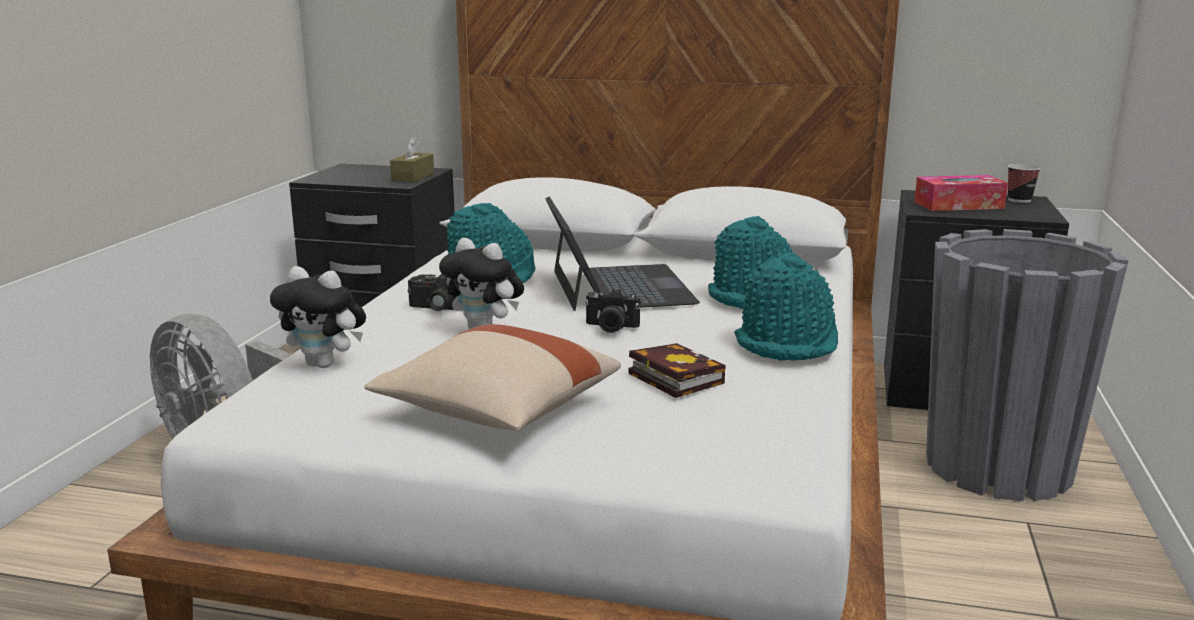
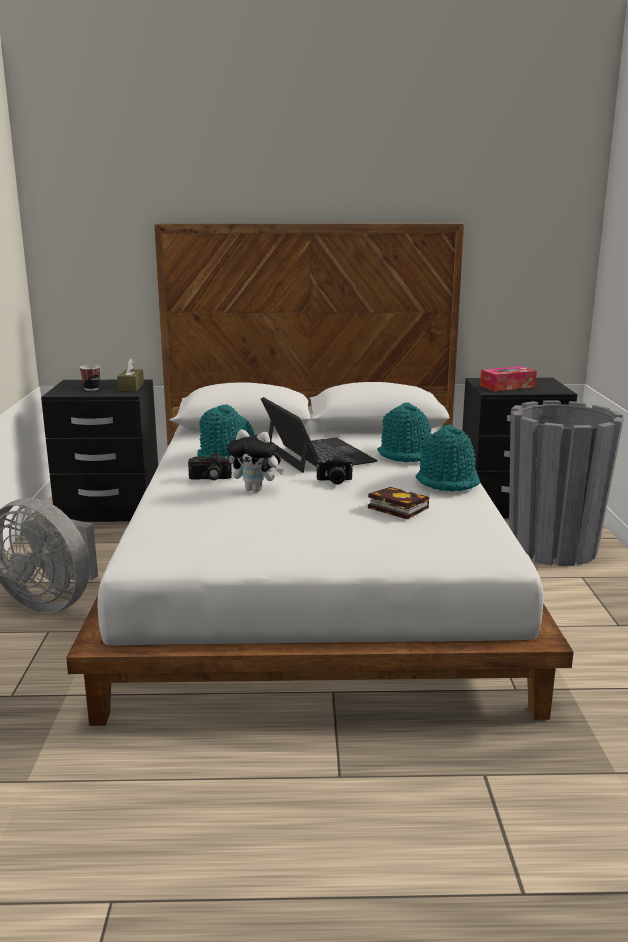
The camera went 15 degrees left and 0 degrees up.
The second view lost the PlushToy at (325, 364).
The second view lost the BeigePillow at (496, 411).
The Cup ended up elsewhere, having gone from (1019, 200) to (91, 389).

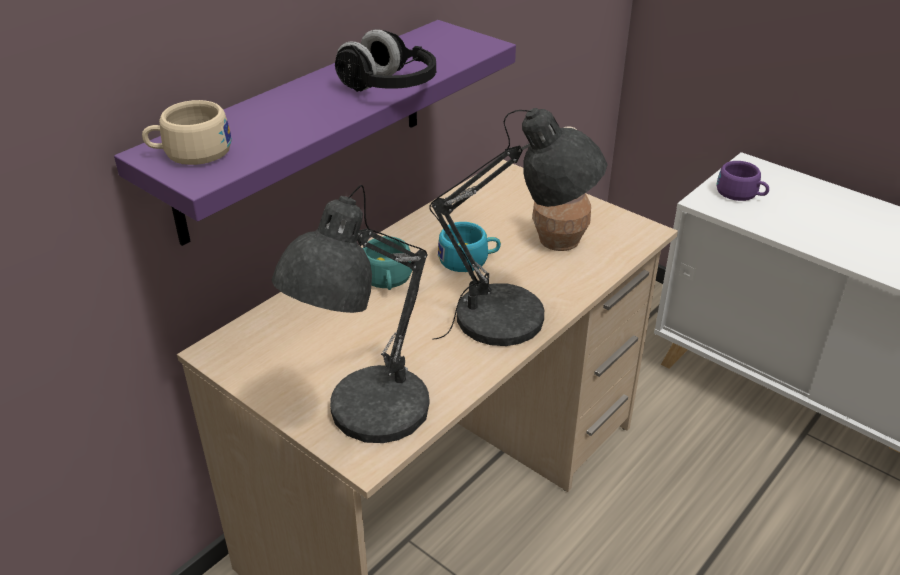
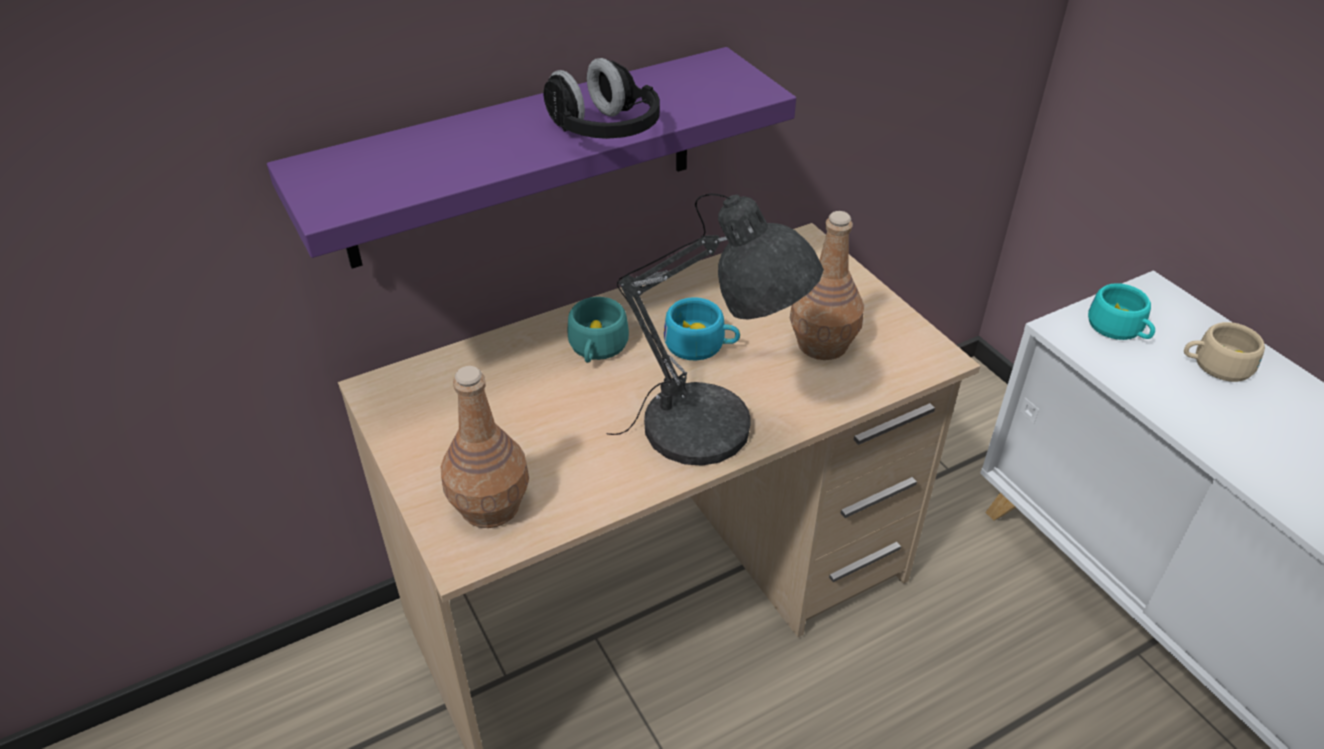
The camera went 20 degrees right and 5 degrees up.
The BeigeCup ended up elsewhere, having gone from (190, 153) to (1215, 365).
Where the GreyTableLamp stood at (369, 414), the BrownBottle came to stand at (491, 506).
What was the PurpleCup at (741, 194) turned into the TurquoiseCup at (1119, 329).

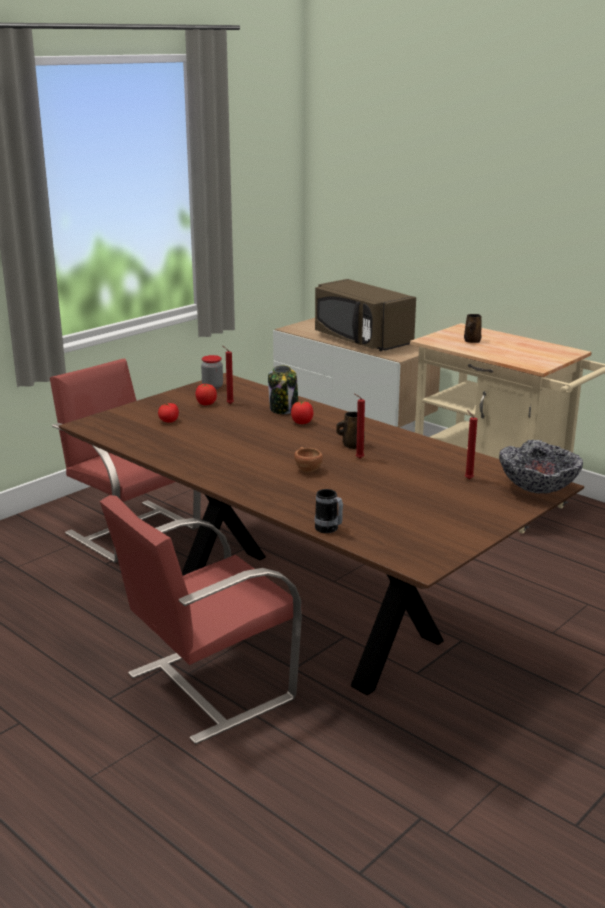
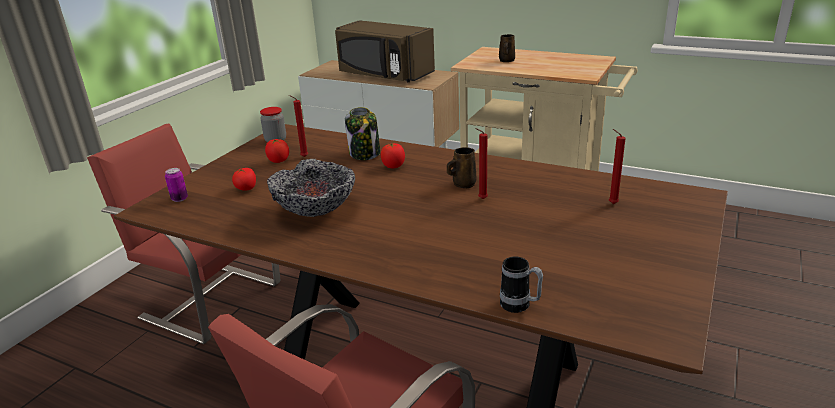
The camera went 15 degrees left and 5 degrees up.
The second view lost the BrownCup at (306, 469).
The second view gained the Can at (179, 199).
The Bowl ended up elsewhere, having gone from (537, 489) to (316, 210).

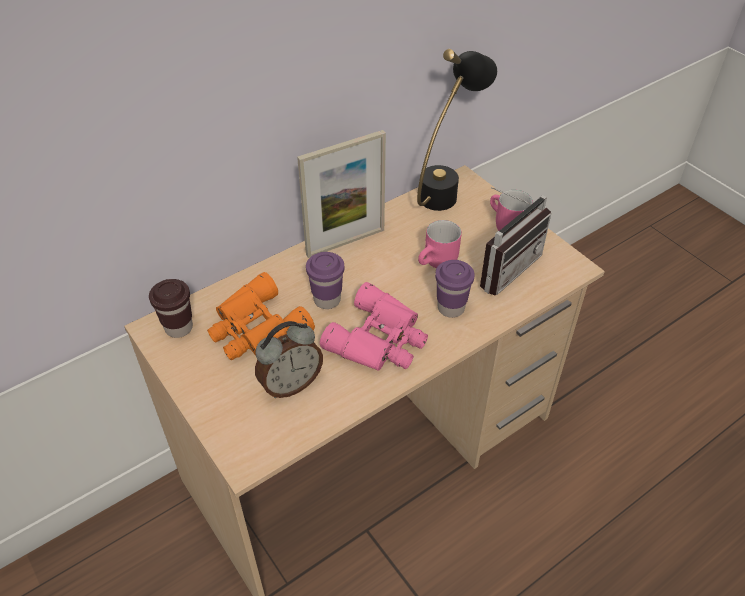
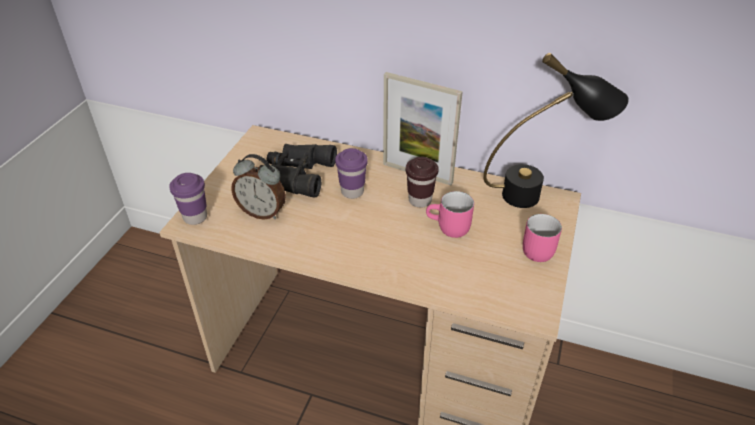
The camera went 55 degrees right and 5 degrees down.
The second view lost the PinkBinoculars at (380, 340).
The second view lost the Radio at (503, 266).
The BrownCup ended up elsewhere, having gone from (179, 328) to (420, 200).
The PurpleCup ended up elsewhere, having gone from (451, 308) to (195, 217).
What was the OrangeBinoculars at (256, 330) turned into the BlackBinoculars at (295, 175).

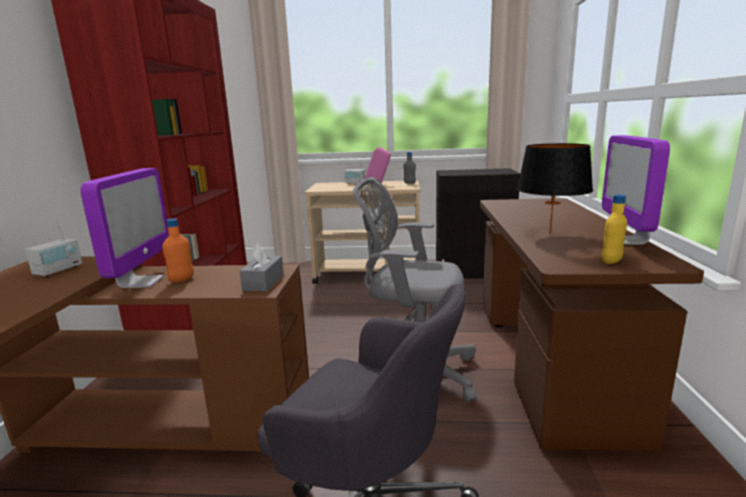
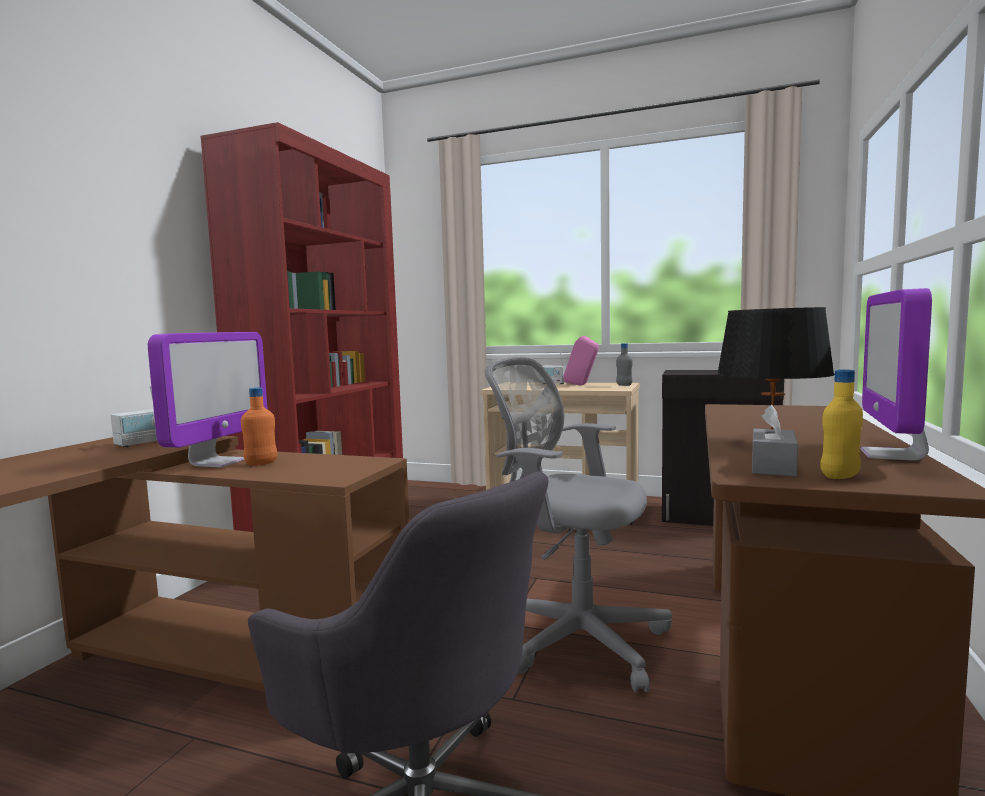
The camera went 15 degrees right and 10 degrees down.
The GreyTissueBox ended up elsewhere, having gone from (263, 282) to (773, 466).

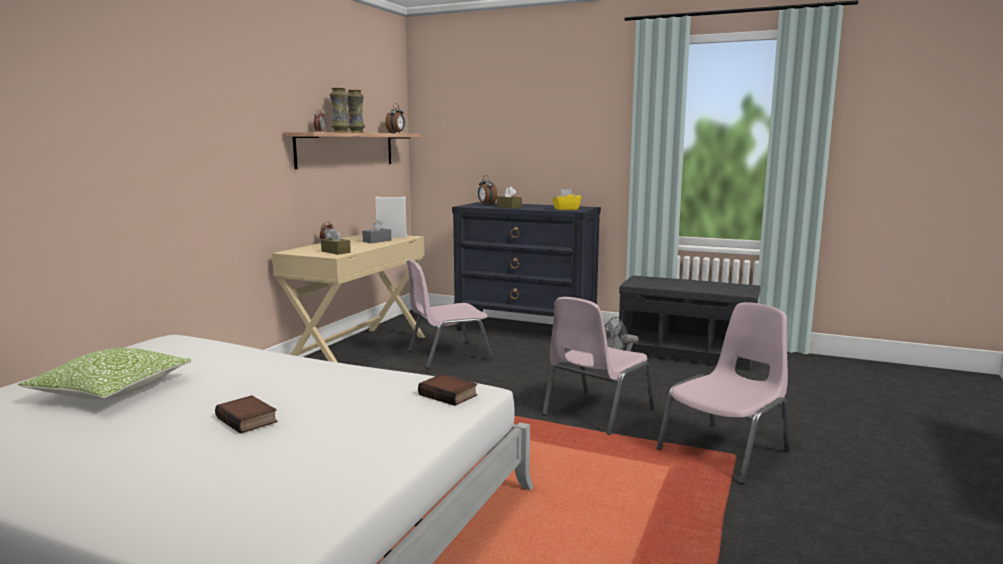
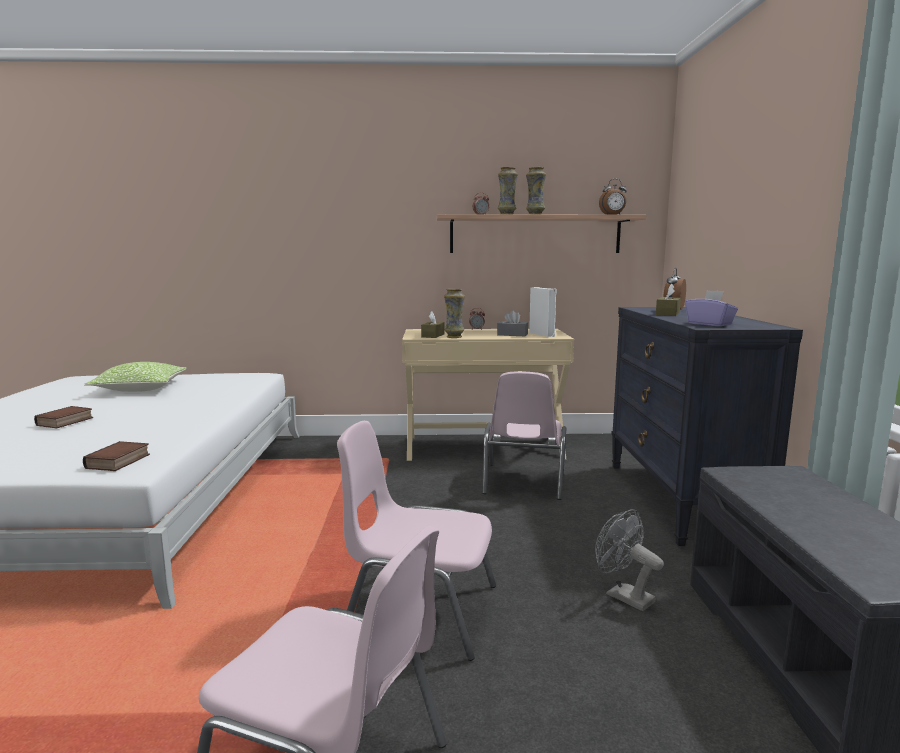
The camera went 65 degrees right and 0 degrees up.
The second view gained the Vase at (454, 337).
What was the YellowTissueBox at (566, 209) turned into the PurpleTissueBox at (709, 324).
The PinkChair at (447, 355) ended up facing another way, 120 degrees counterclockwise from before.

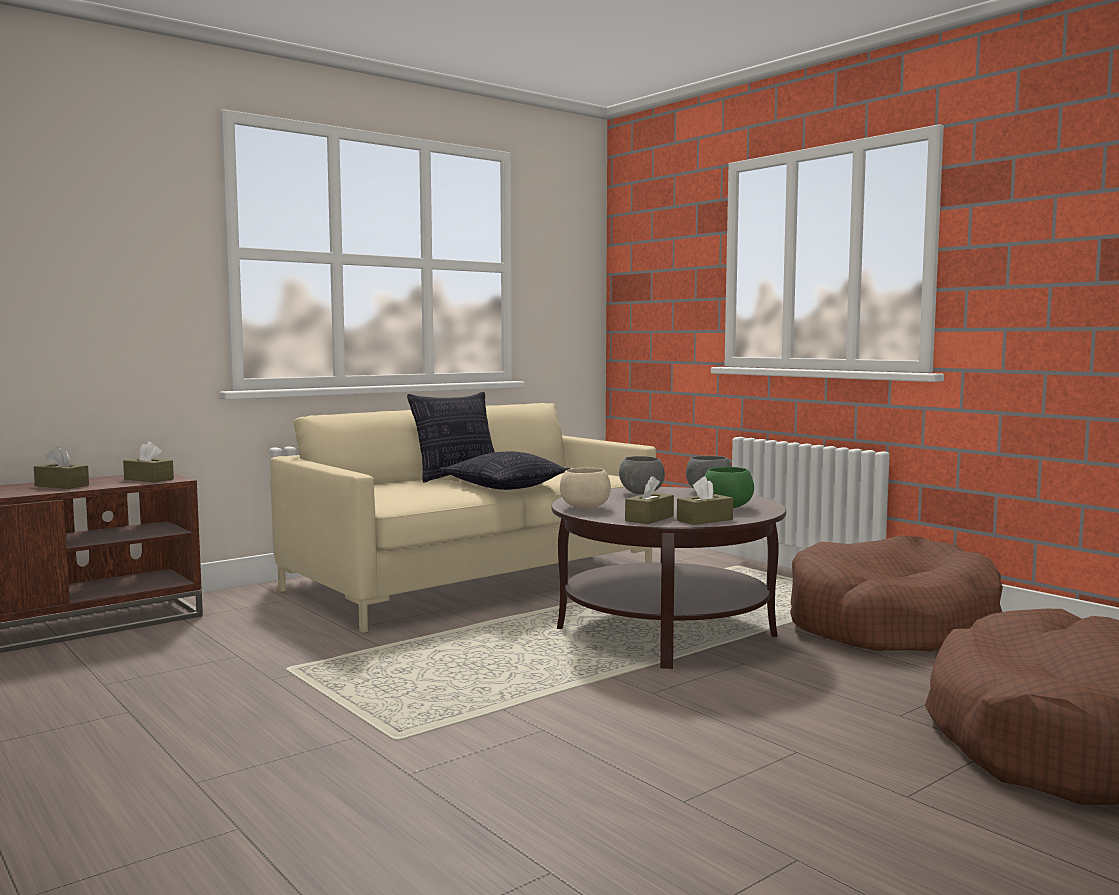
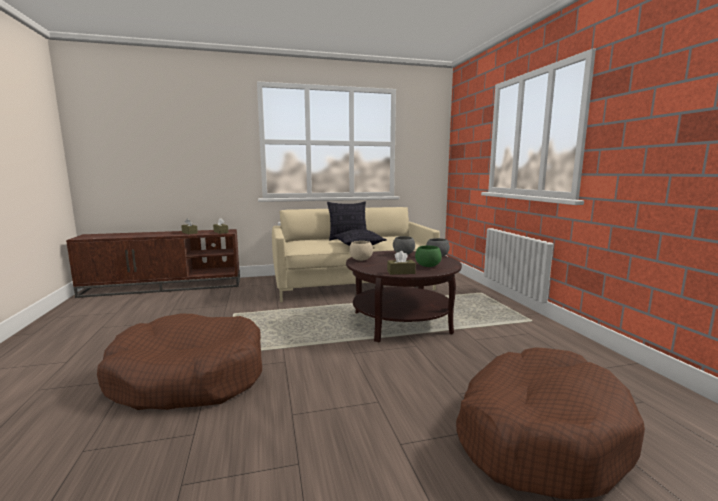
The camera went 25 degrees right and 5 degrees up.
The second view lost the BrownTissueBox at (649, 518).
The BrownDogBed ended up elsewhere, having gone from (890, 624) to (188, 377).

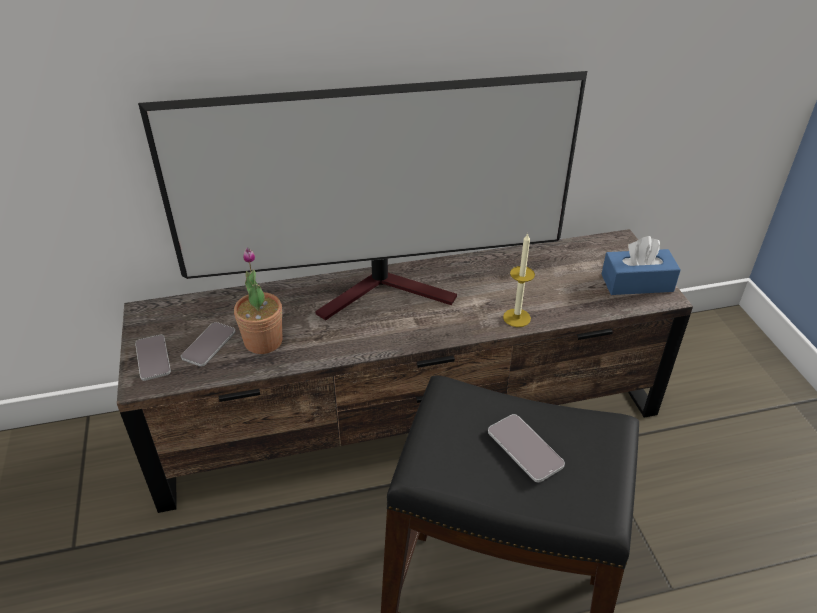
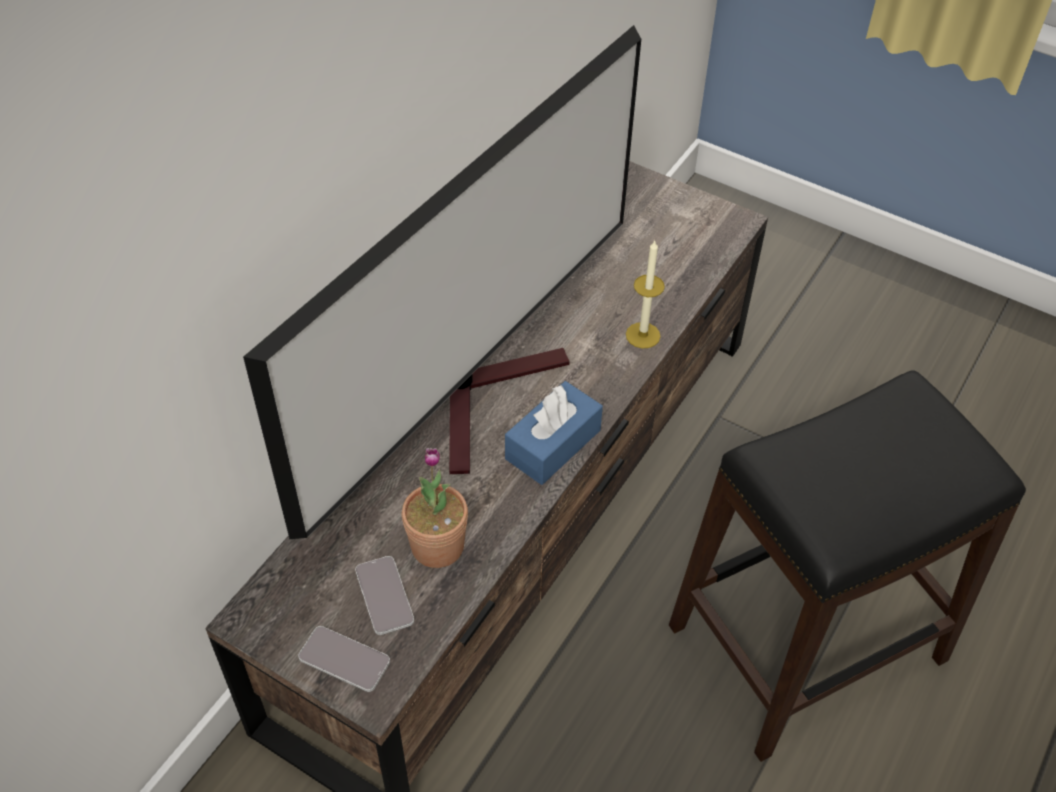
The camera went 45 degrees left and 10 degrees up.
The second view lost the Phone at (525, 448).
The BlueTissueBox ended up elsewhere, having gone from (637, 283) to (553, 444).

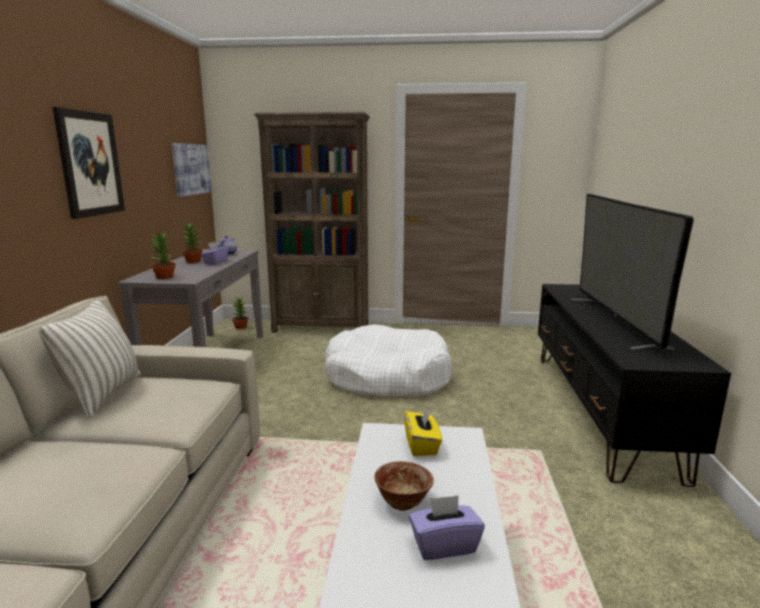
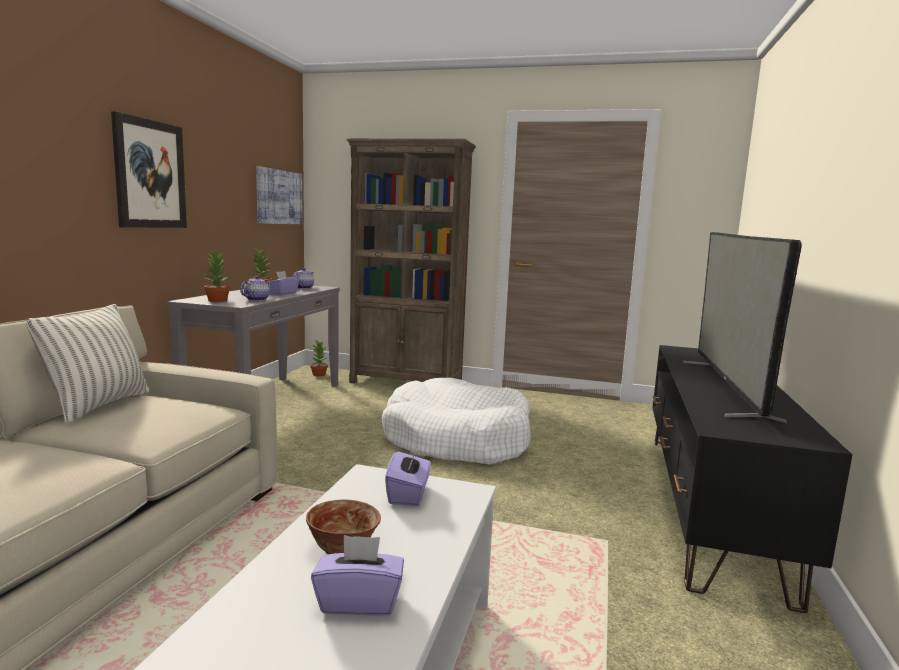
The camera went 10 degrees right and 5 degrees down.
The second view gained the Teapot at (257, 299).
What was the YellowTissueBox at (422, 445) turned into the PurpleTissueBox at (408, 494).

